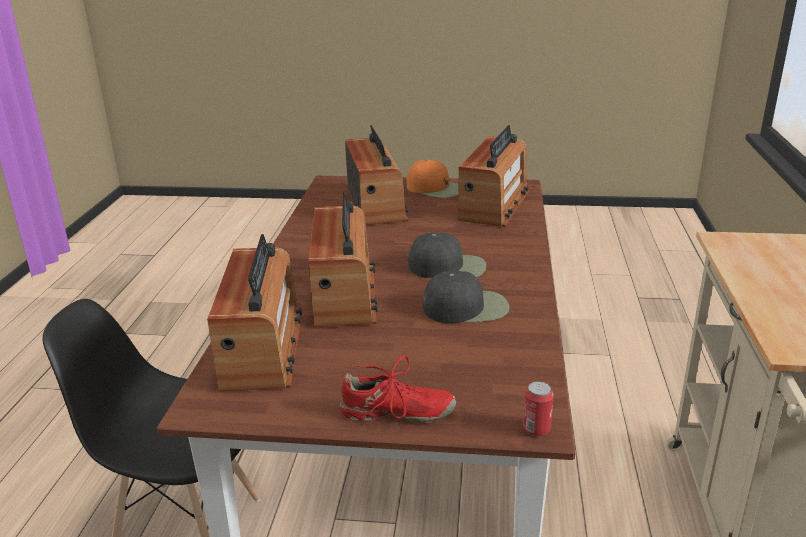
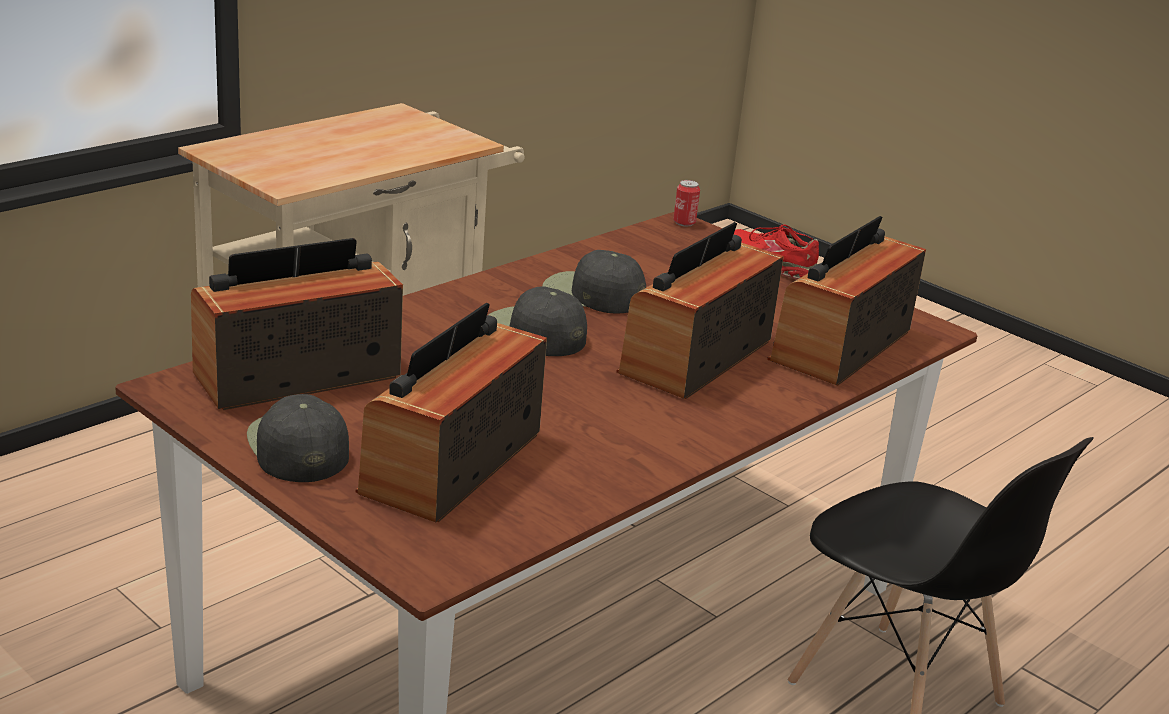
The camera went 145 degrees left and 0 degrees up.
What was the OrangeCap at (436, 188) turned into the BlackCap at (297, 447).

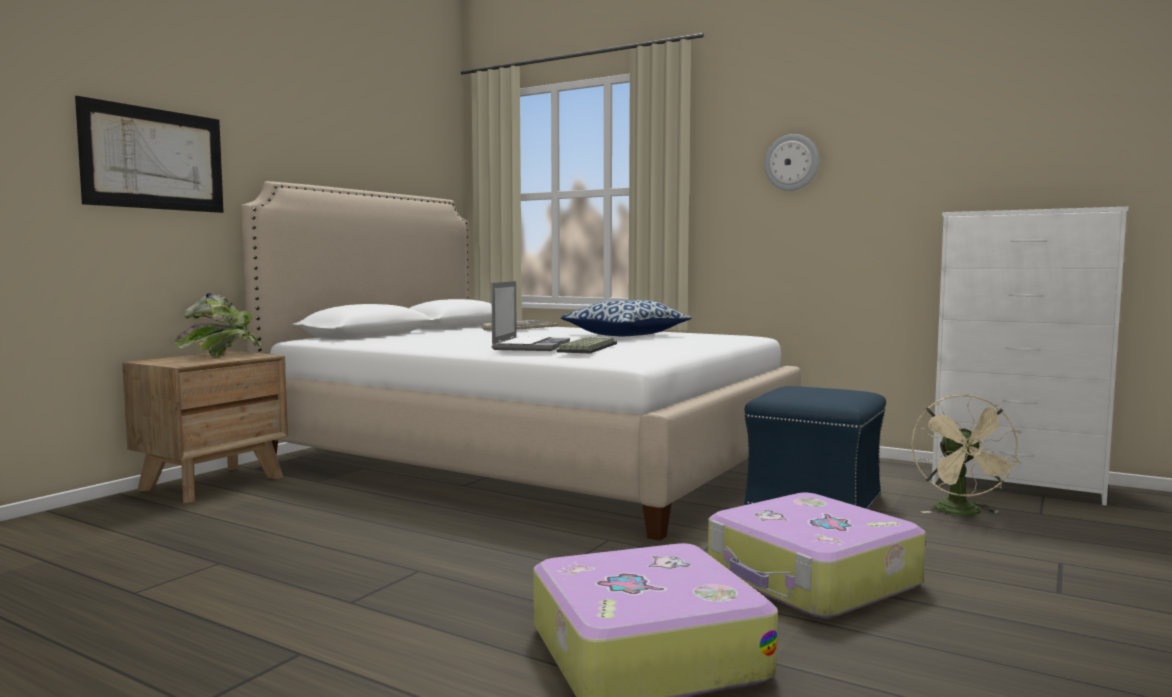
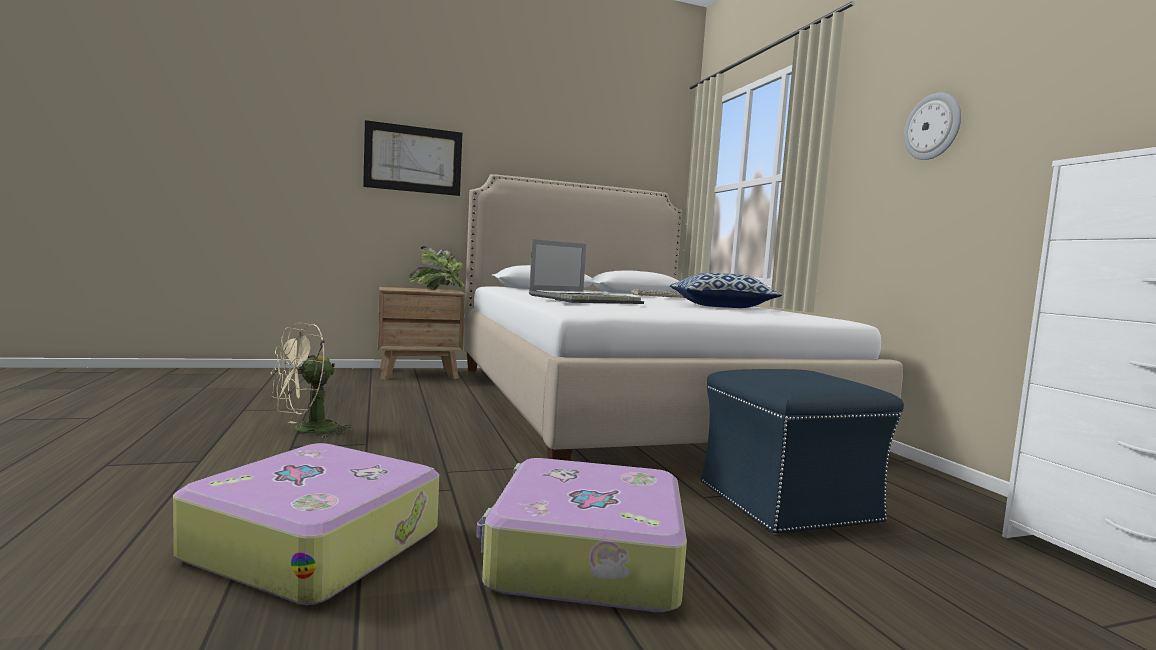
The camera went 40 degrees right and 0 degrees up.
The BeigeFan ended up elsewhere, having gone from (962, 513) to (307, 430).

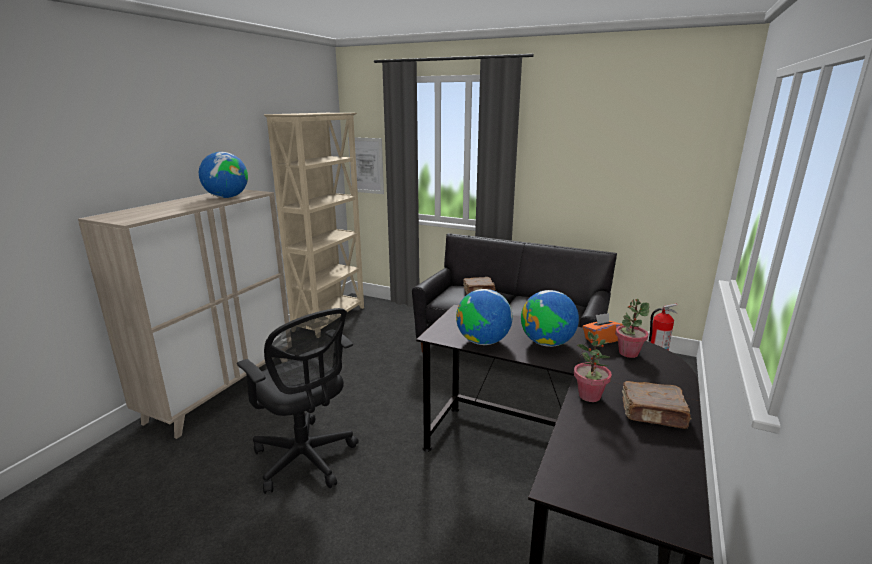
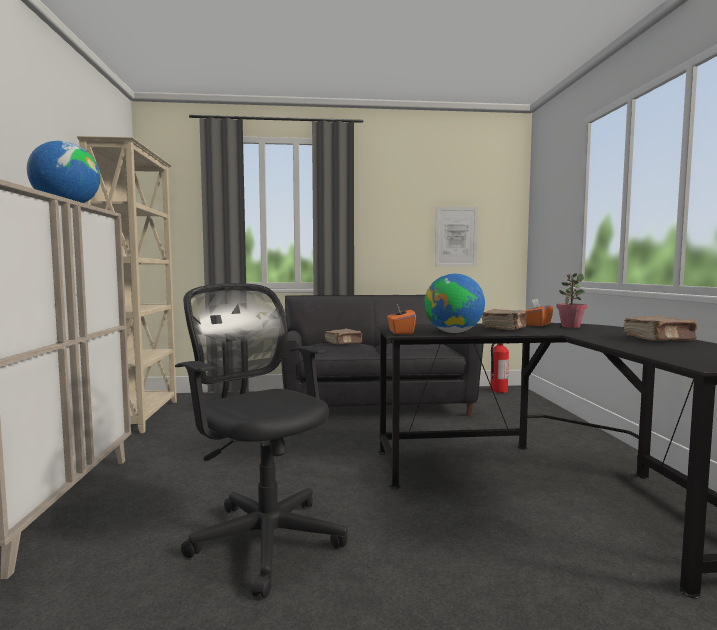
The camera went 30 degrees left and 15 degrees down.
The second view lost the PottedPlant at (589, 396).
The second view gained the OrangeTissueBox at (400, 332).
The Picture ended up elsewhere, having gone from (366, 165) to (456, 237).
Where the Globe stood at (547, 343), the BrownBook came to stand at (505, 328).
The BlackOfficeChair at (306, 460) ended up facing another way, 150 degrees counterclockwise from before.

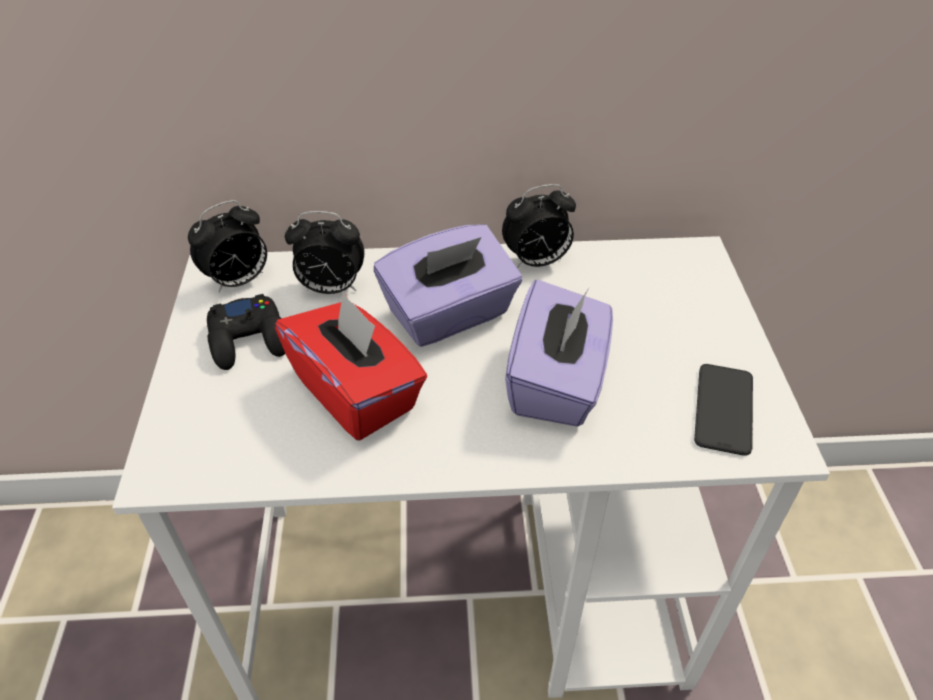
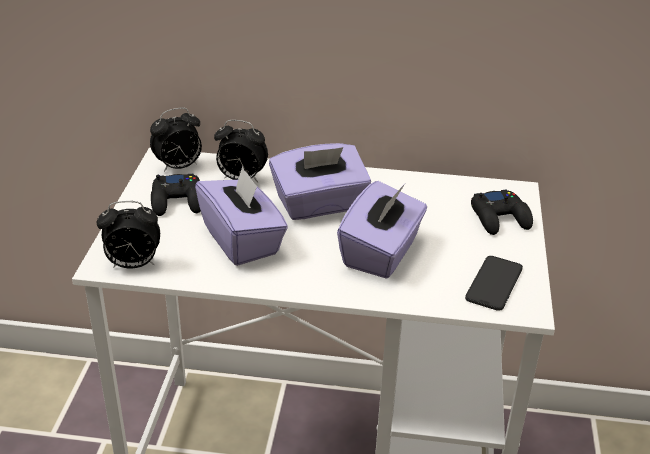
The camera went 10 degrees right and 10 degrees down.
The second view gained the BlackGameController at (500, 218).
The AlarmClock ended up elsewhere, having gone from (536, 262) to (133, 265).
What was the RedTissueBox at (357, 393) turned into the PurpleTissueBox at (242, 240).

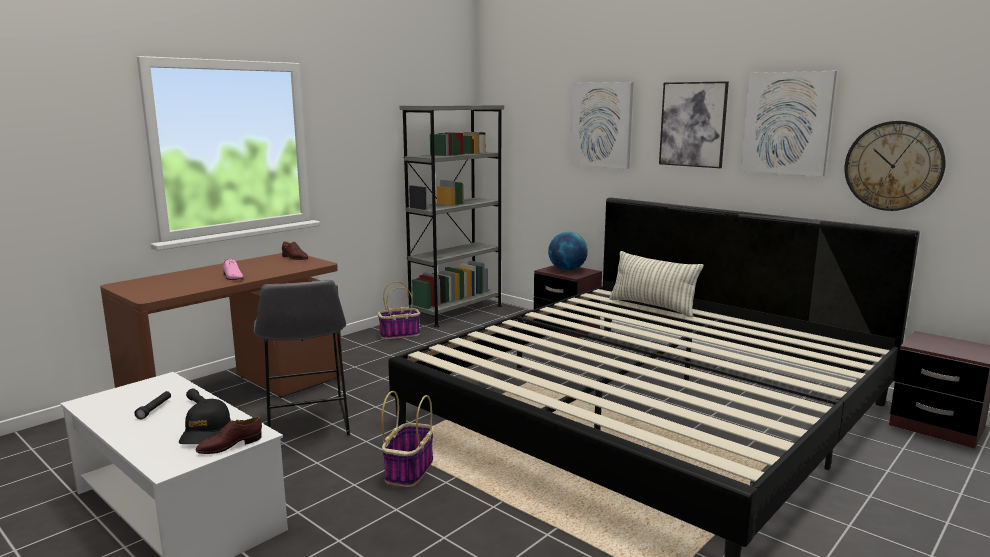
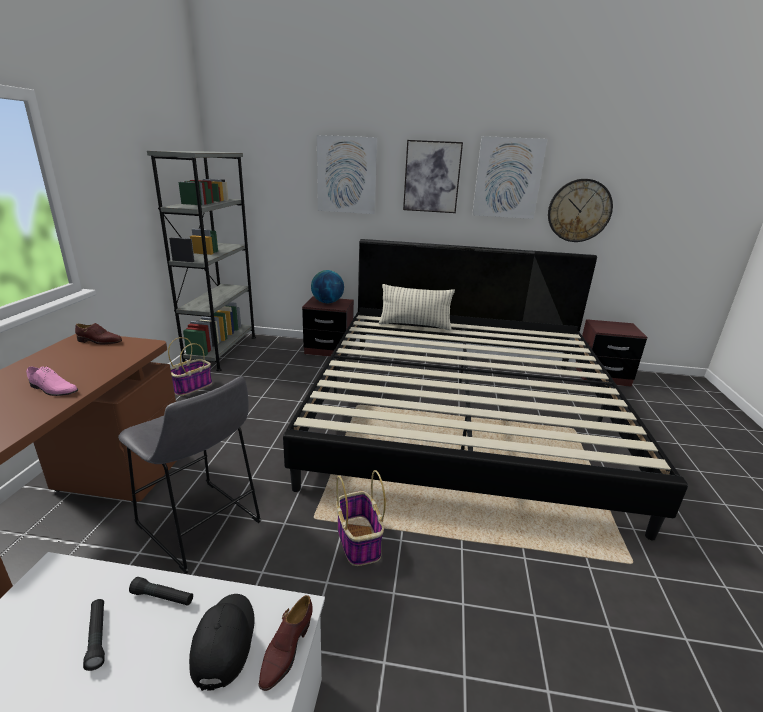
The camera went 35 degrees left and 10 degrees up.
The BlackCap at (205, 431) ended up facing another way, 150 degrees counterclockwise from before.

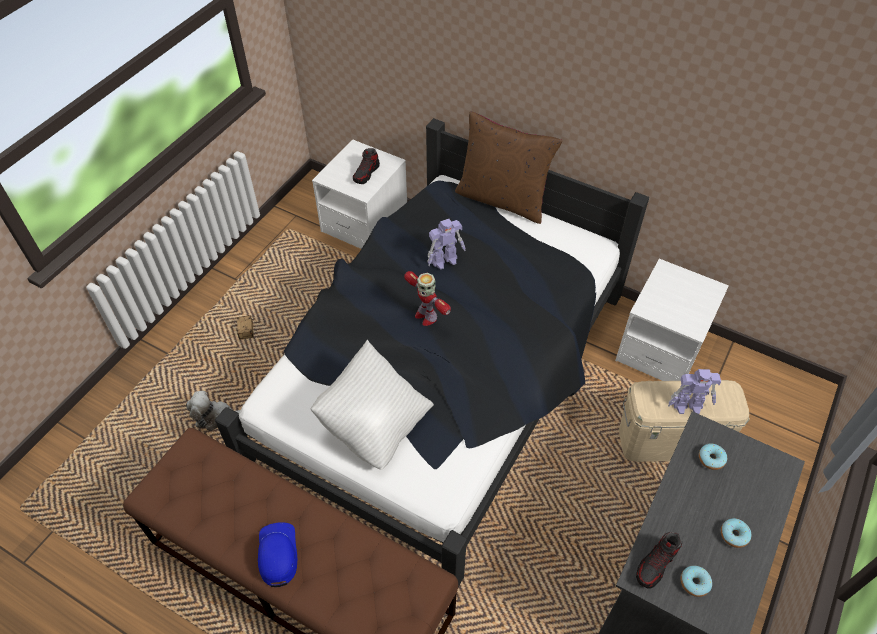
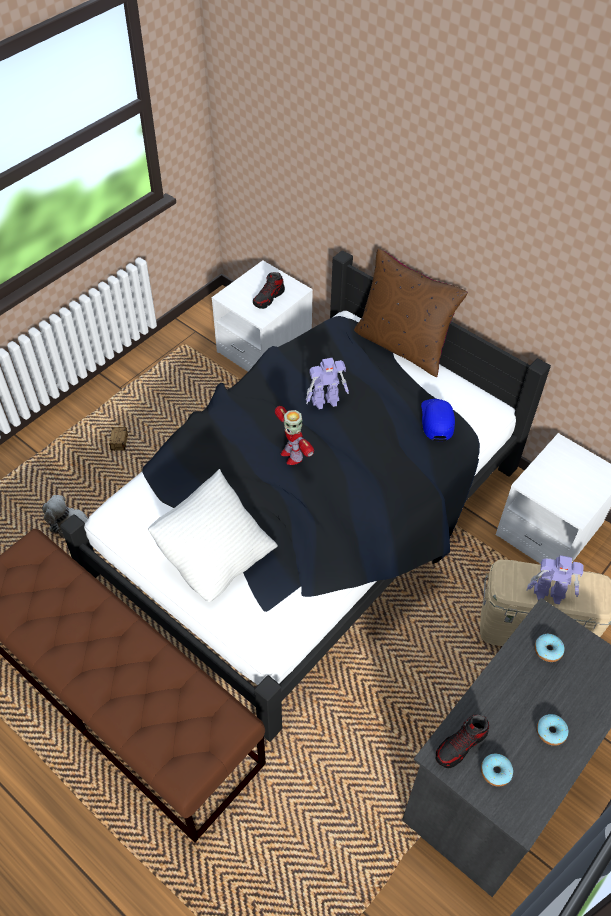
The camera went 10 degrees right and 0 degrees up.
The BlueCap ended up elsewhere, having gone from (277, 554) to (437, 420).

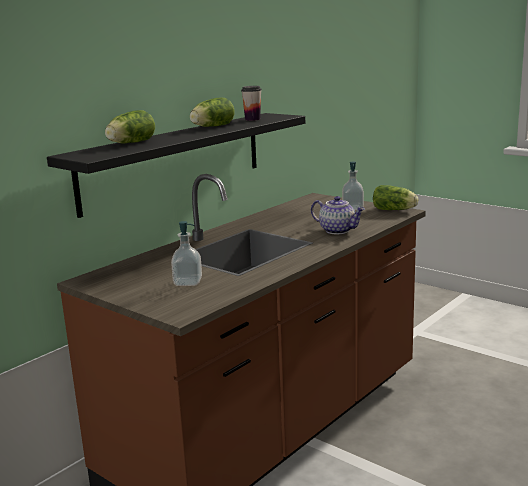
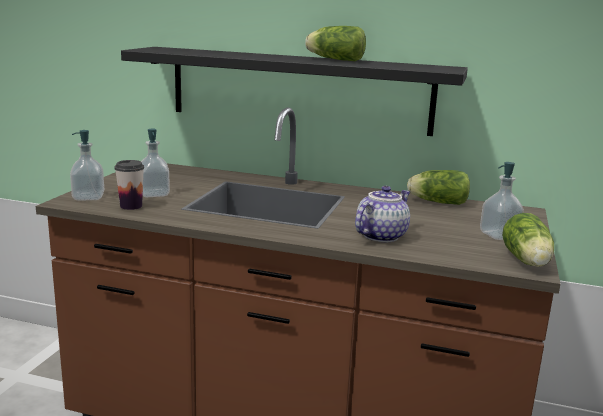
The camera went 65 degrees right and 0 degrees up.
The second view gained the SoapDispenser at (88, 197).
The Lettuce ended up elsewhere, having gone from (129, 143) to (436, 202).
The Cup ended up elsewhere, having gone from (252, 119) to (131, 206).
The Teapot at (338, 230) ended up facing another way, 150 degrees counterclockwise from before.

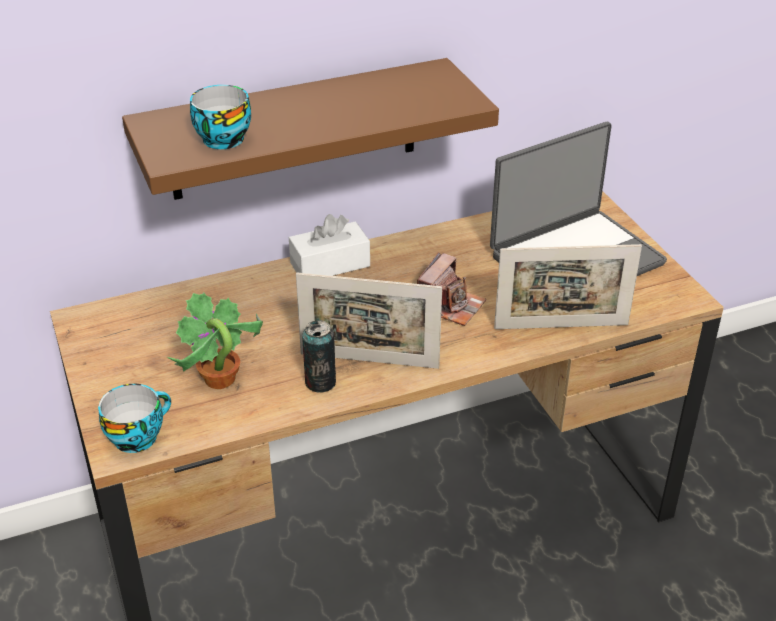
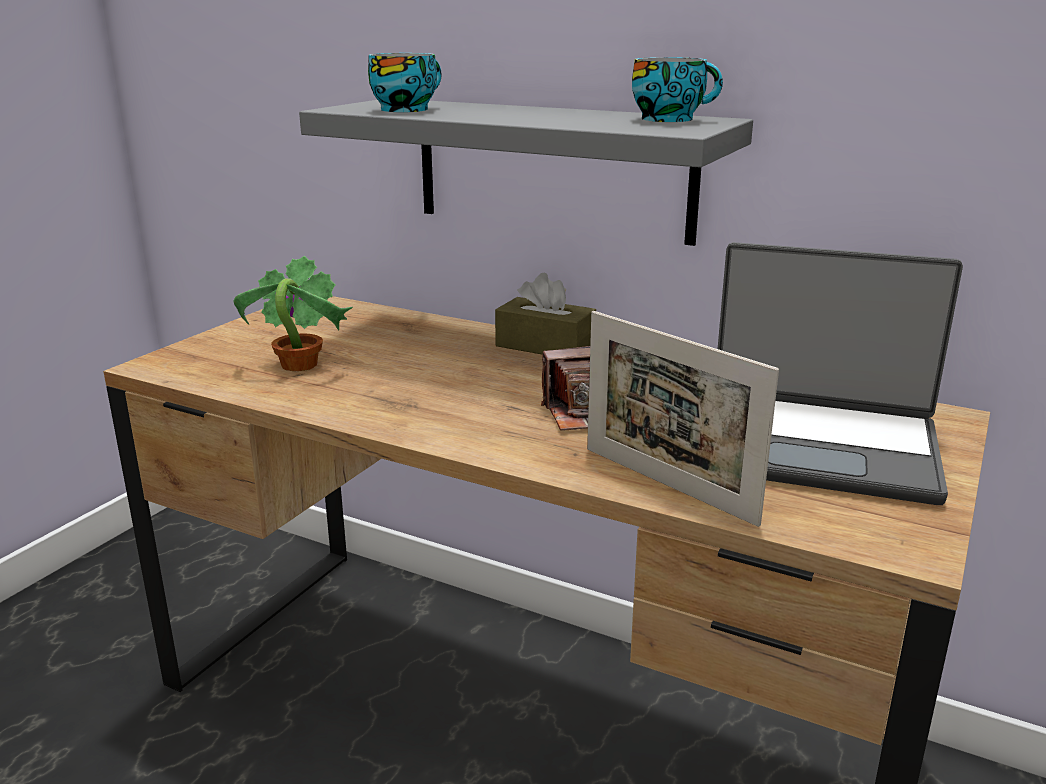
The camera went 50 degrees right and 15 degrees down.
The second view lost the PictureFrame at (369, 360).
The second view lost the Can at (320, 382).
The Cup ended up elsewhere, having gone from (137, 435) to (671, 119).
What was the BrownShelf at (294, 130) turned into the GreyShelf at (552, 169).
What was the WhiteTissueBox at (330, 264) turned into the BrownTissueBox at (545, 346).

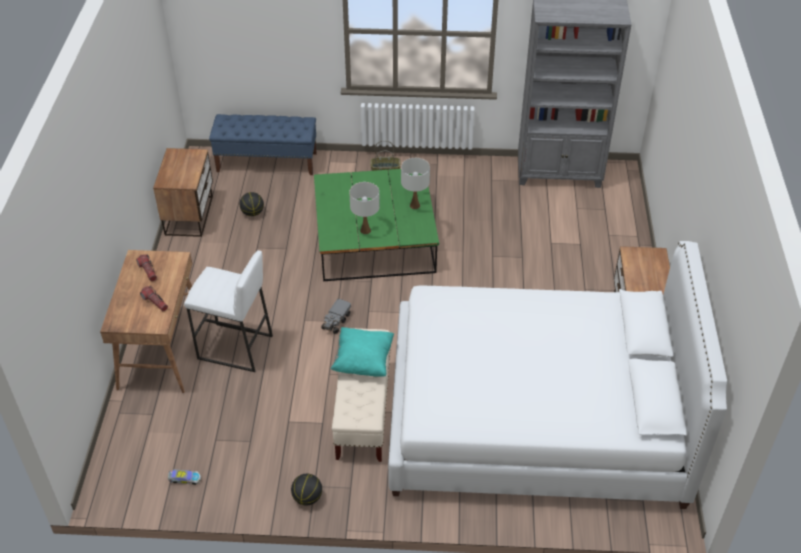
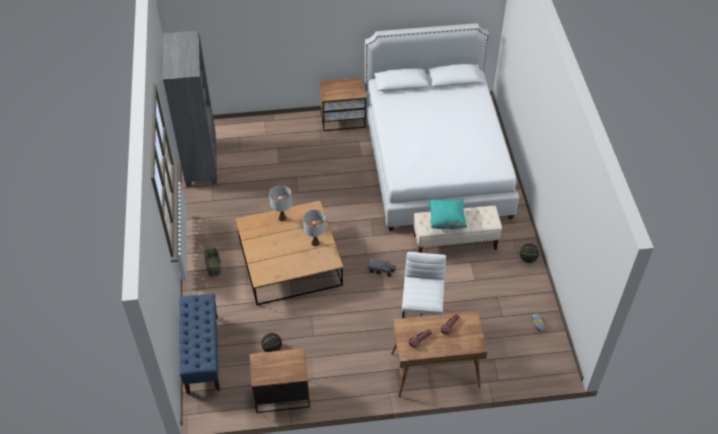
The camera went 100 degrees left and 5 degrees up.
What was the GreenCoffeeTable at (375, 238) turned into the BrownCoffeeTable at (290, 261).

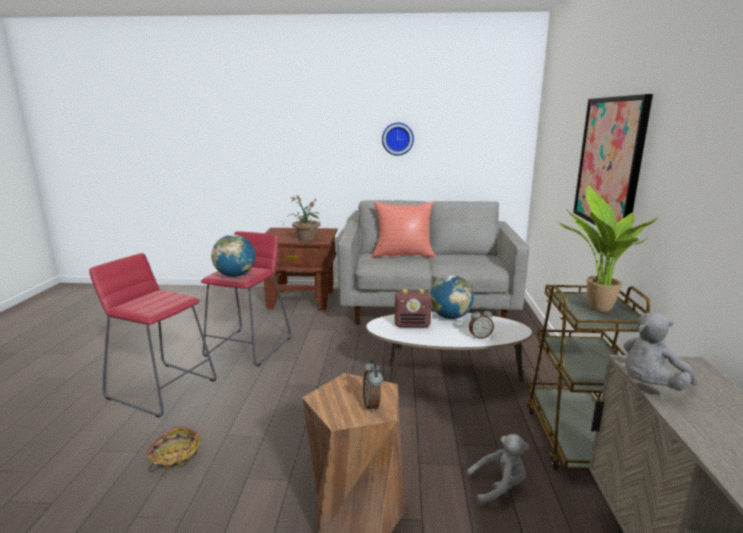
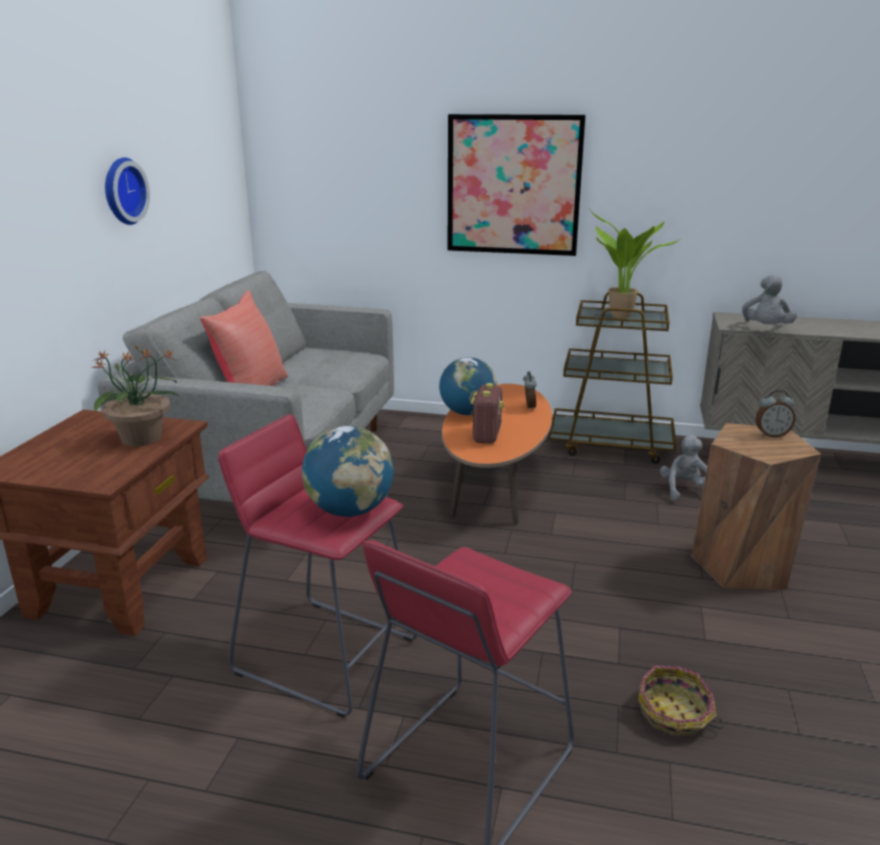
The camera went 80 degrees left and 5 degrees up.
What was the WhiteCoffeeTable at (445, 379) turned into the OrangeCoffeeTable at (496, 486).
The GreyPlushToy at (649, 386) ended up facing another way, 45 degrees clockwise from before.

